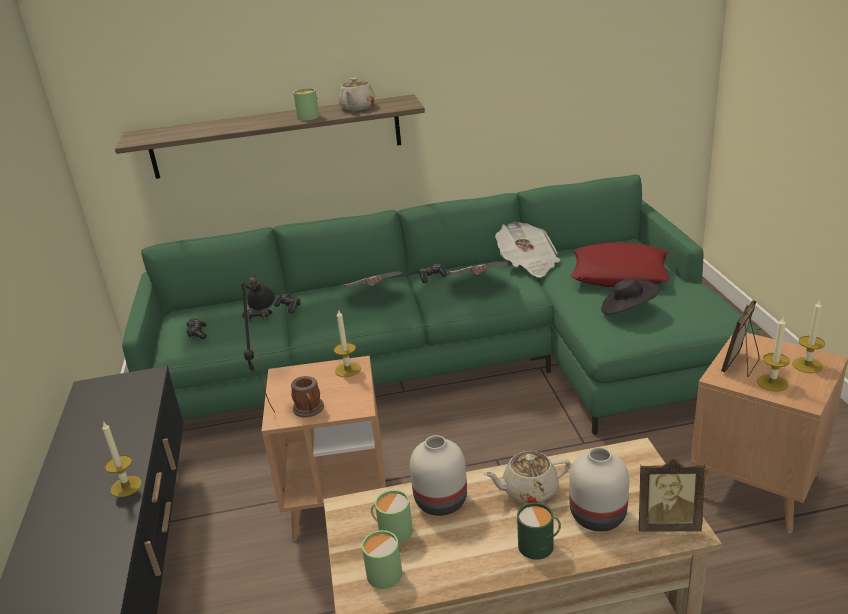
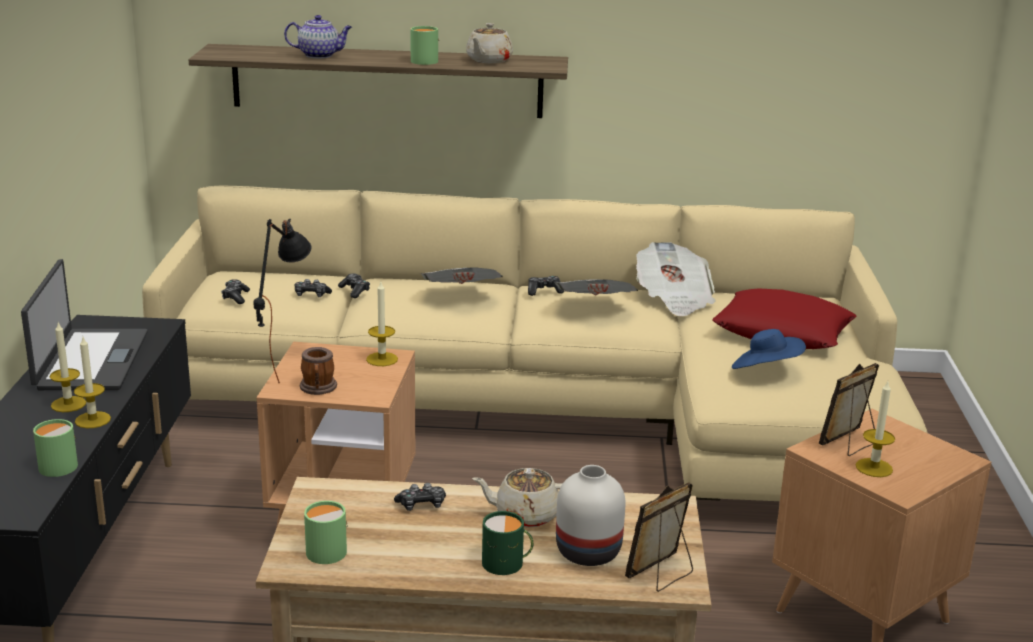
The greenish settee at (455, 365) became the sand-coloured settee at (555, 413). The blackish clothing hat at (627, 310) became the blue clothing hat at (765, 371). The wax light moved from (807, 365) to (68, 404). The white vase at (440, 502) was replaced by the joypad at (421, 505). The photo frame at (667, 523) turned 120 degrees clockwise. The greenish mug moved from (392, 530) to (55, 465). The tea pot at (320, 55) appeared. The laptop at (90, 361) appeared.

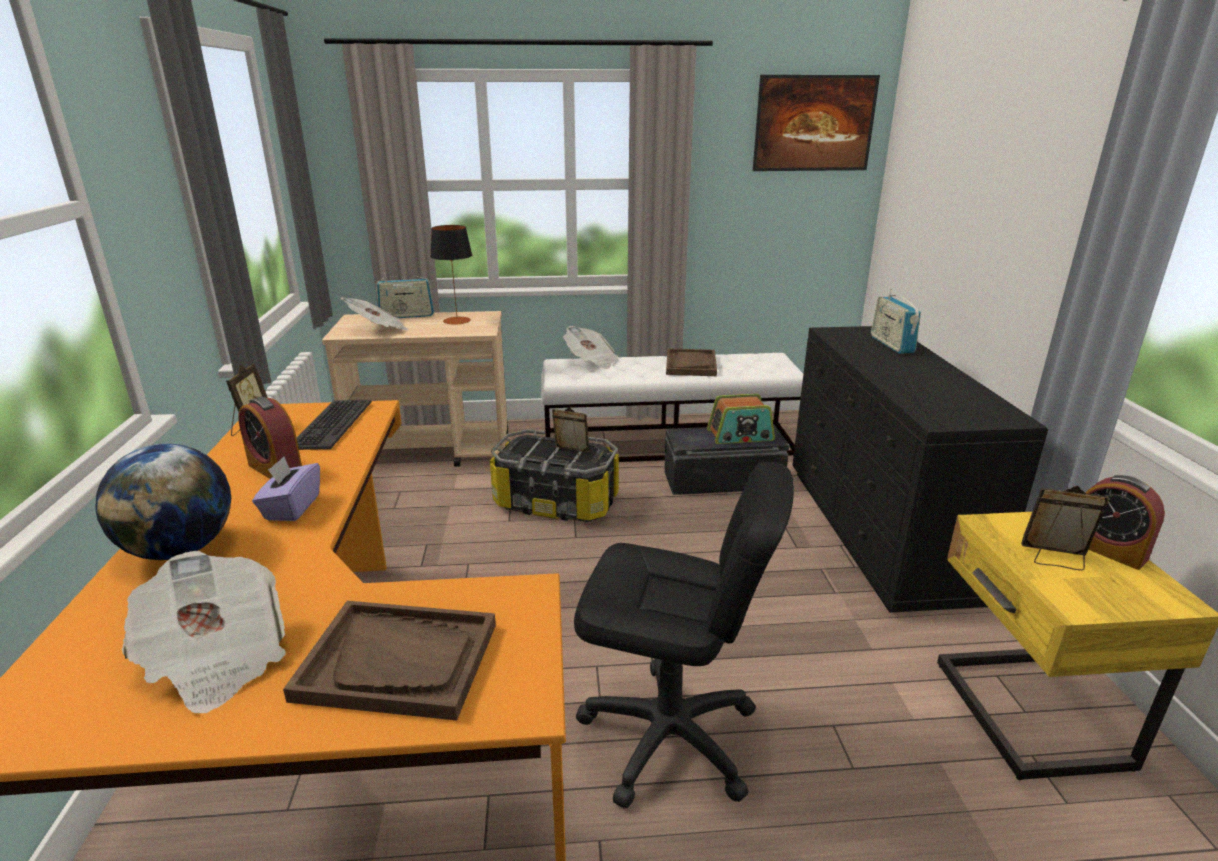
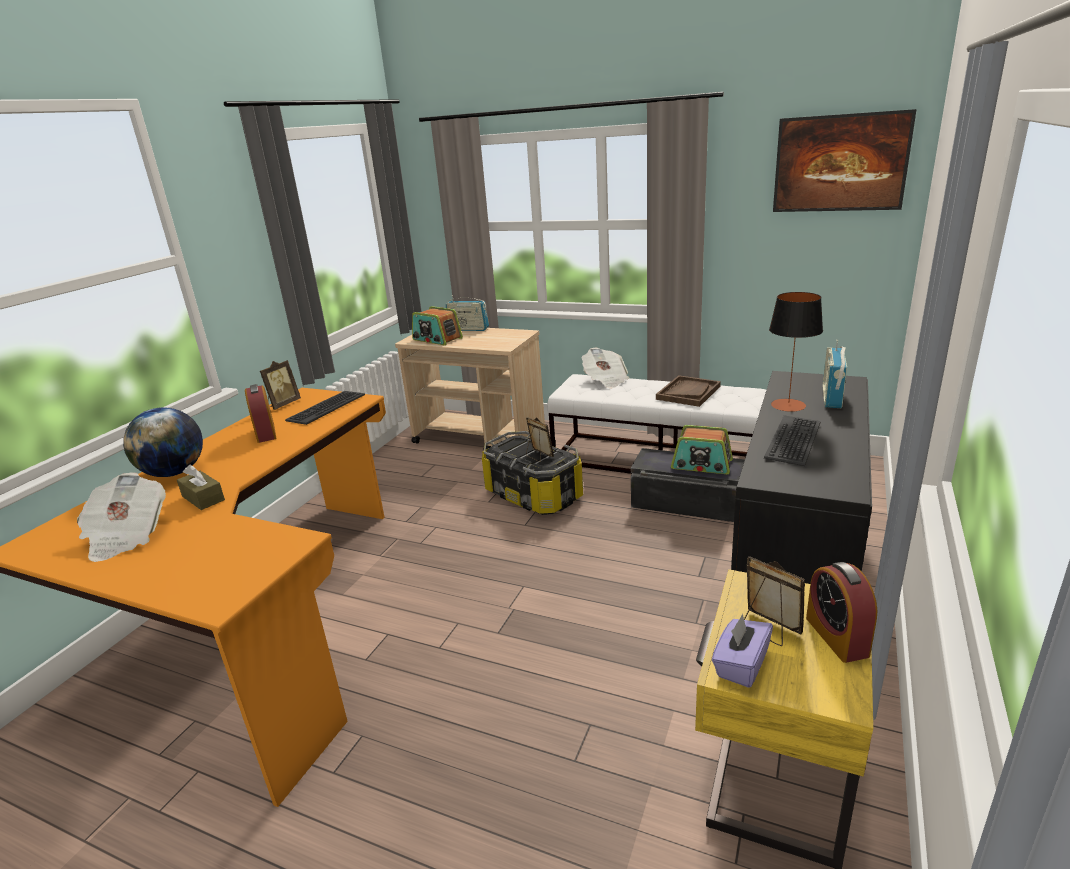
The tabletop lamp moved from (457, 320) to (788, 405). The daily paper at (378, 330) was replaced by the radio set at (437, 339). The purple box of tissues moved from (292, 507) to (740, 665). The blackish office chair at (669, 737) disappeared. The brown-coloured tray at (398, 661) disappeared. The computer keyboard at (794, 440) appeared. The brown-coloured box of tissues at (203, 498) appeared.

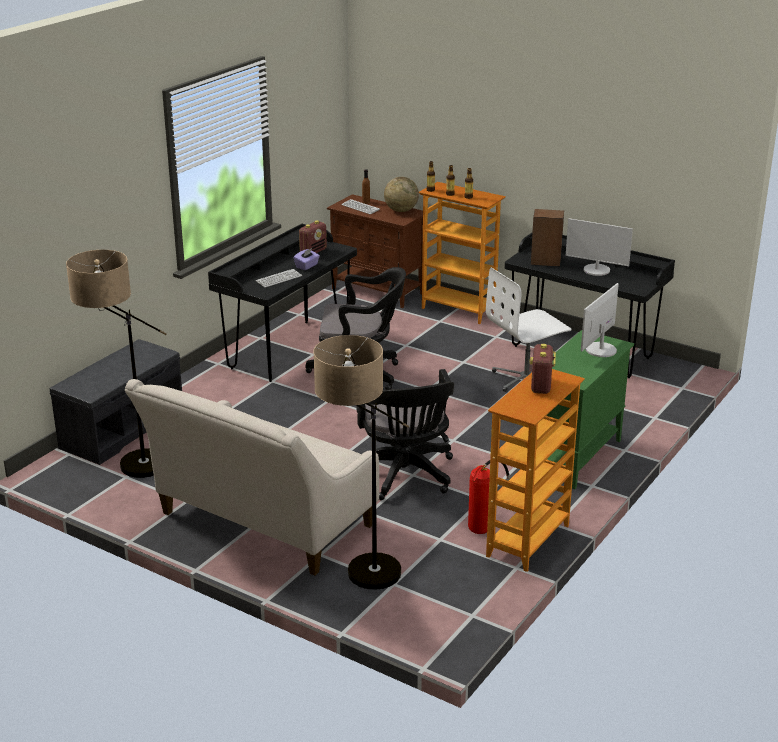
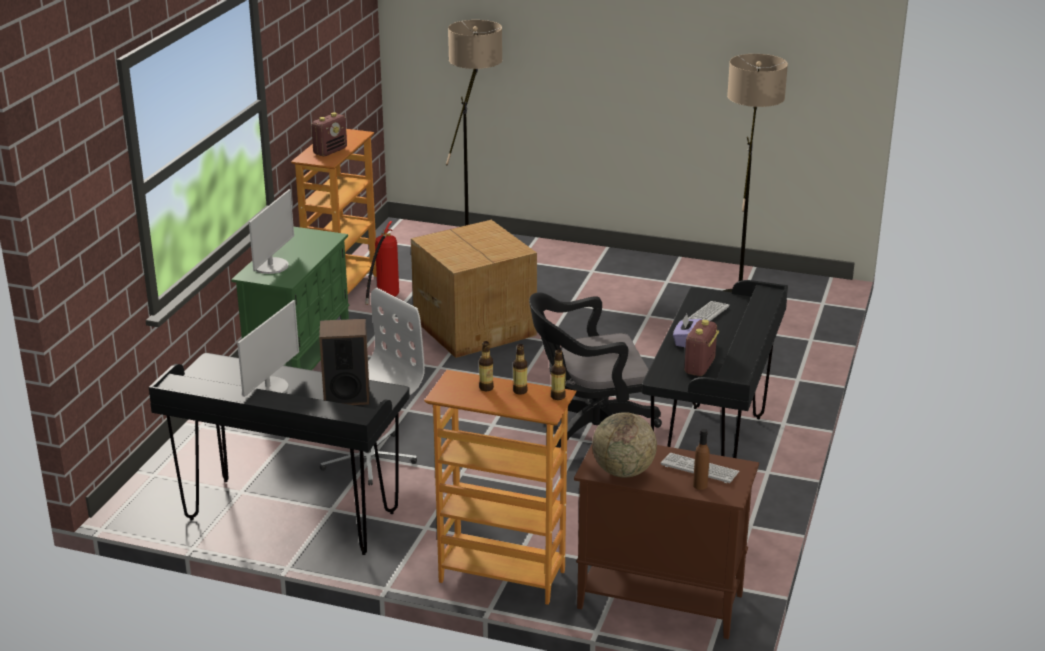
The computer display at (596, 270) turned 105 degrees clockwise. The gray long seat at (122, 428) disappeared. The radio set at (541, 386) turned 45 degrees clockwise. The blackish office chair at (405, 476) was replaced by the carton at (475, 326). The sand-coloured settee at (260, 525) disappeared.

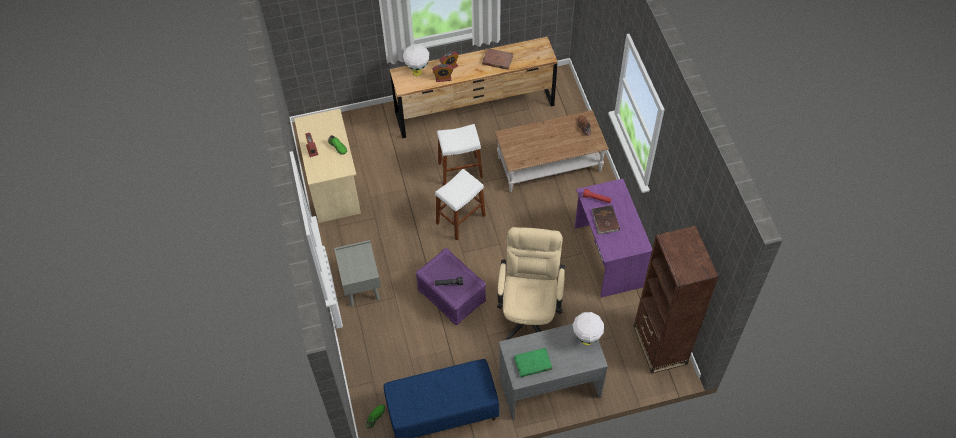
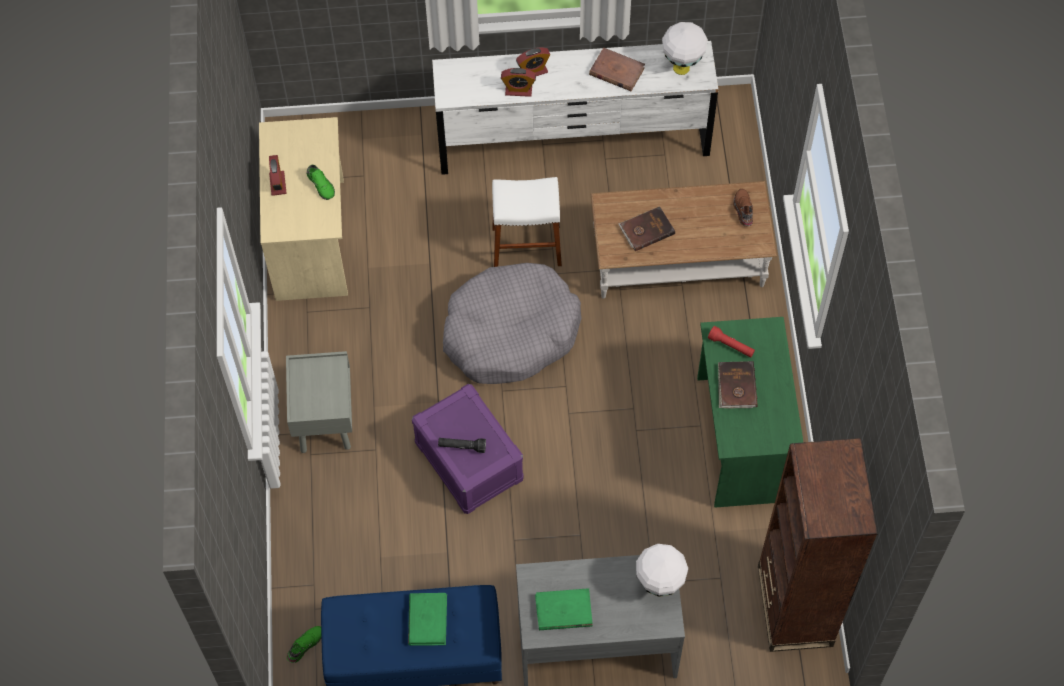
The brown-coloured dresser at (474, 109) became the white dresser at (573, 142). The white tabletop lamp moved from (417, 72) to (682, 67). The white sitting stool at (460, 219) was replaced by the gray pet bed at (510, 332). The purple desk table at (607, 257) became the greenish desk table at (741, 439). The sand-coloured office chair at (529, 312) disappeared. The brown-coloured book at (646, 229) appeared. The greenish book at (427, 620) appeared.

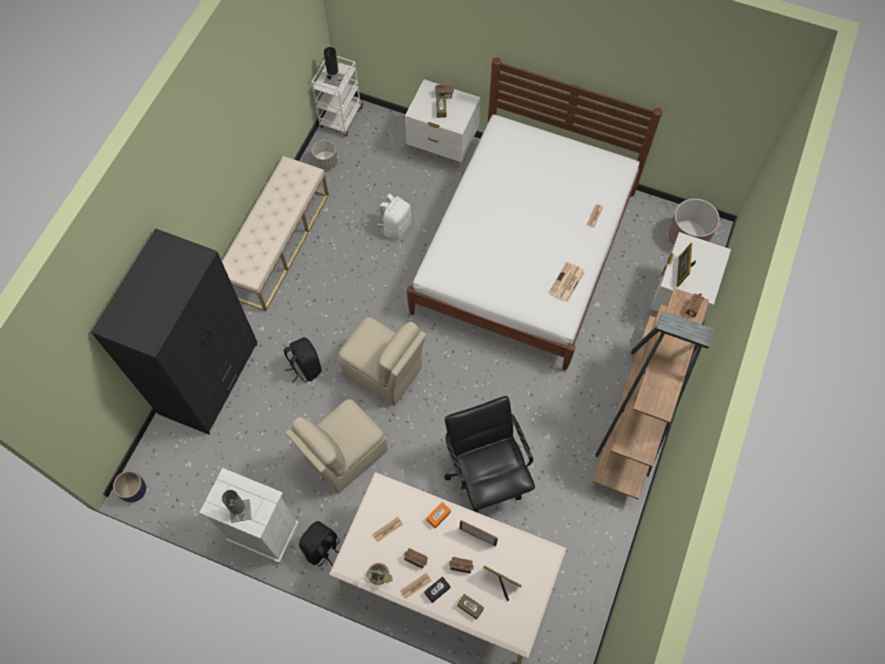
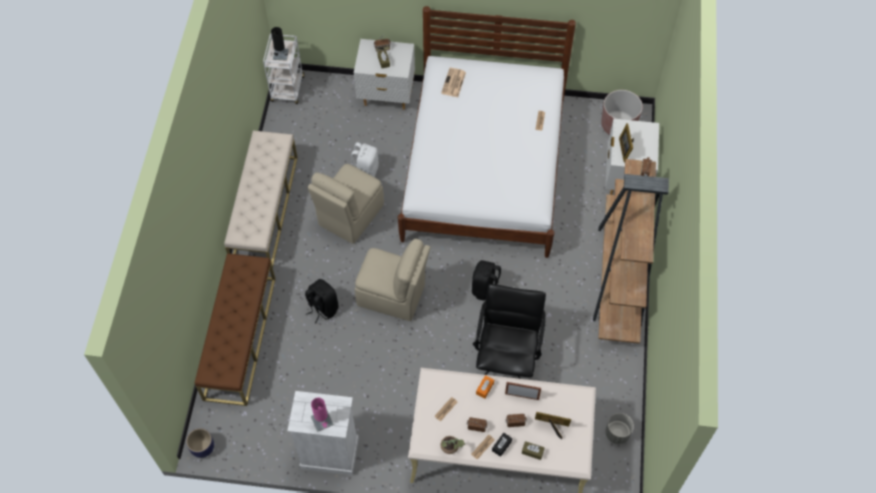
The gray plant pot moved from (326, 162) to (617, 433). The blackish clothes cupboard at (209, 378) was replaced by the brown-coloured long seat at (240, 337). The daily paper moved from (566, 282) to (453, 83). The blackish office chair at (486, 475) turned 45 degrees clockwise. The sand-coloured upright chair moved from (344, 455) to (350, 216). The gray tabletop lamp at (240, 511) became the pink-coloured tabletop lamp at (322, 420). The blackish knapsack moved from (322, 549) to (485, 289).

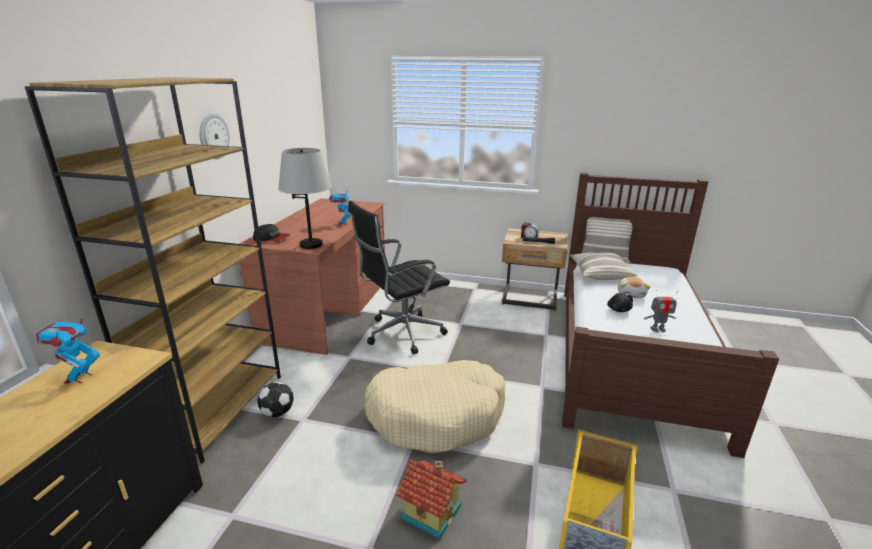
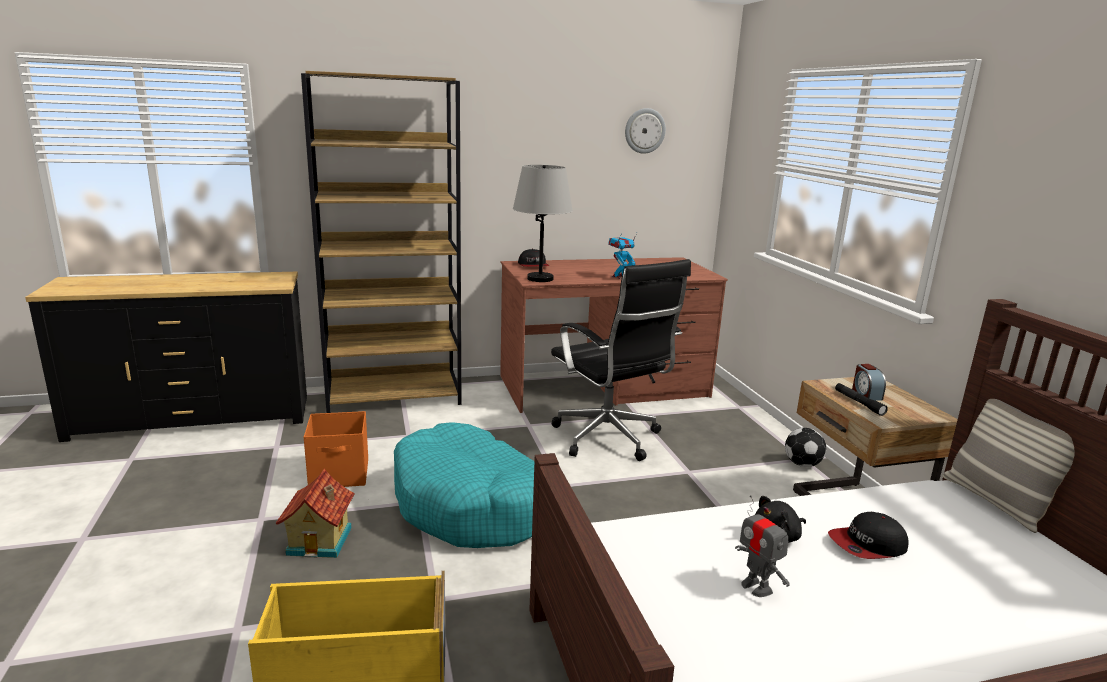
The wall clock moved from (213, 136) to (644, 131). The blackish office chair at (401, 334) turned 150 degrees counterclockwise. The cushion at (599, 274) disappeared. The soft toy at (631, 294) was replaced by the cap at (867, 545). The robot figure at (79, 378) disappeared. The sand-coloured pet bed at (437, 415) became the turquoise-coloured pet bed at (473, 505). The football ball moved from (278, 412) to (803, 464). The orange storage container at (340, 474) appeared.

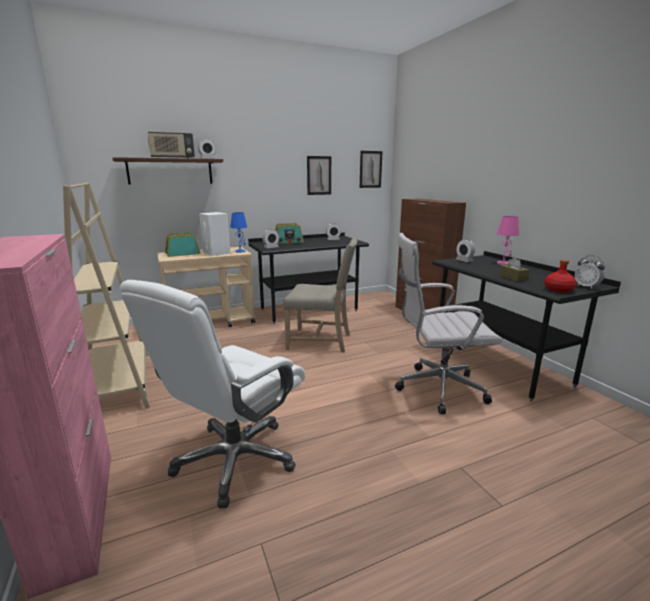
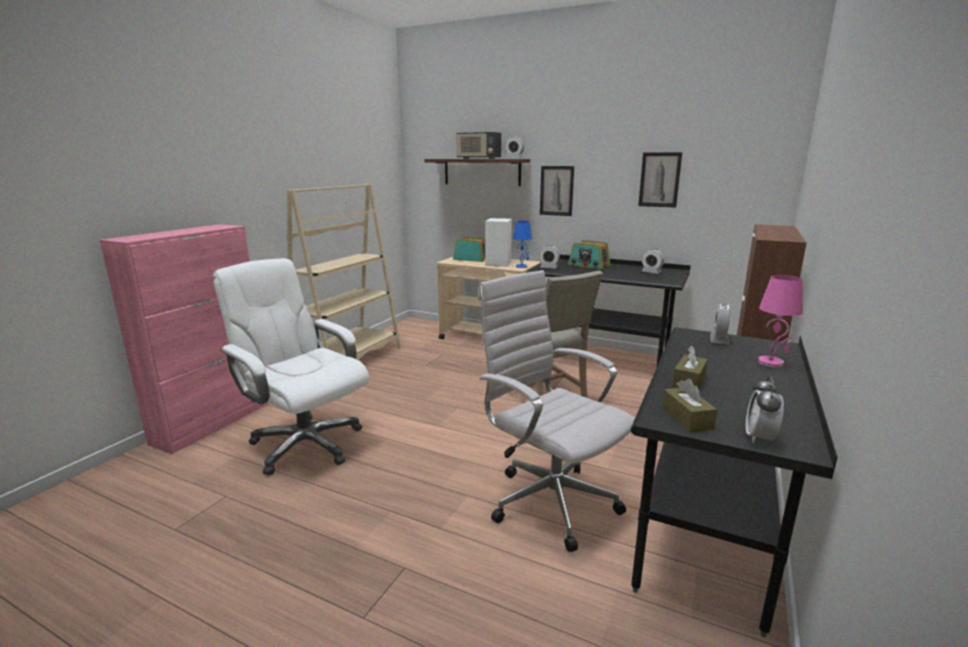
The wall art moved from (370, 169) to (556, 191). The red-coloured drink bottle at (559, 289) was replaced by the brown-coloured box of tissues at (687, 418). The white office chair at (234, 459) turned 45 degrees clockwise.

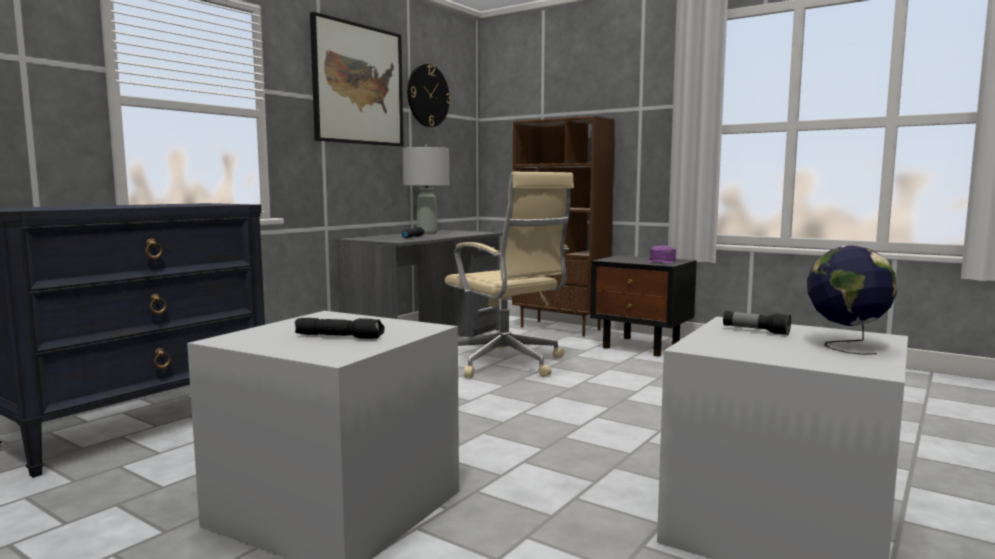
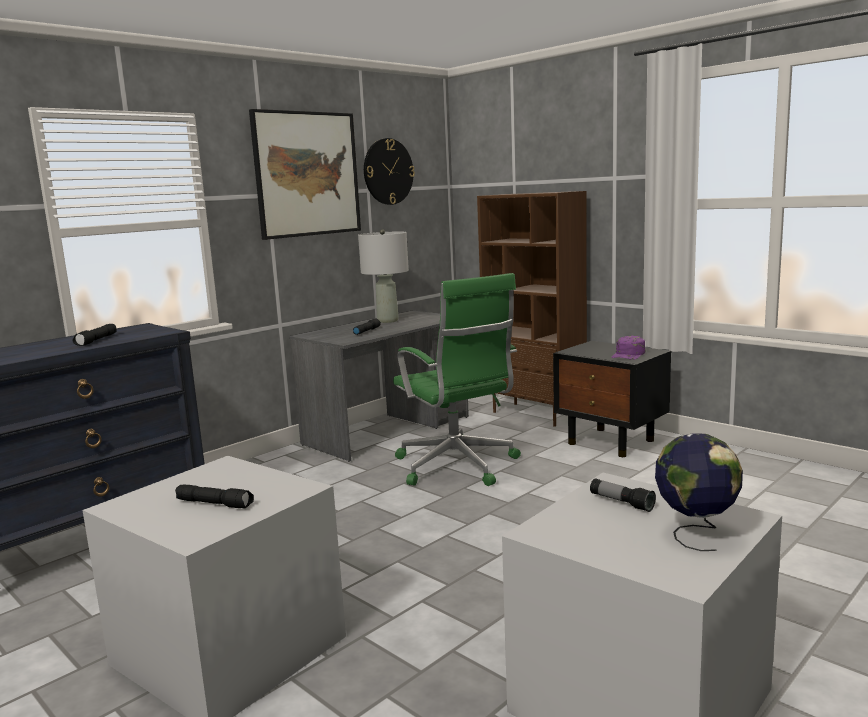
The sand-coloured office chair at (507, 364) became the greenish office chair at (457, 466). The blackish torch at (97, 340) appeared.

